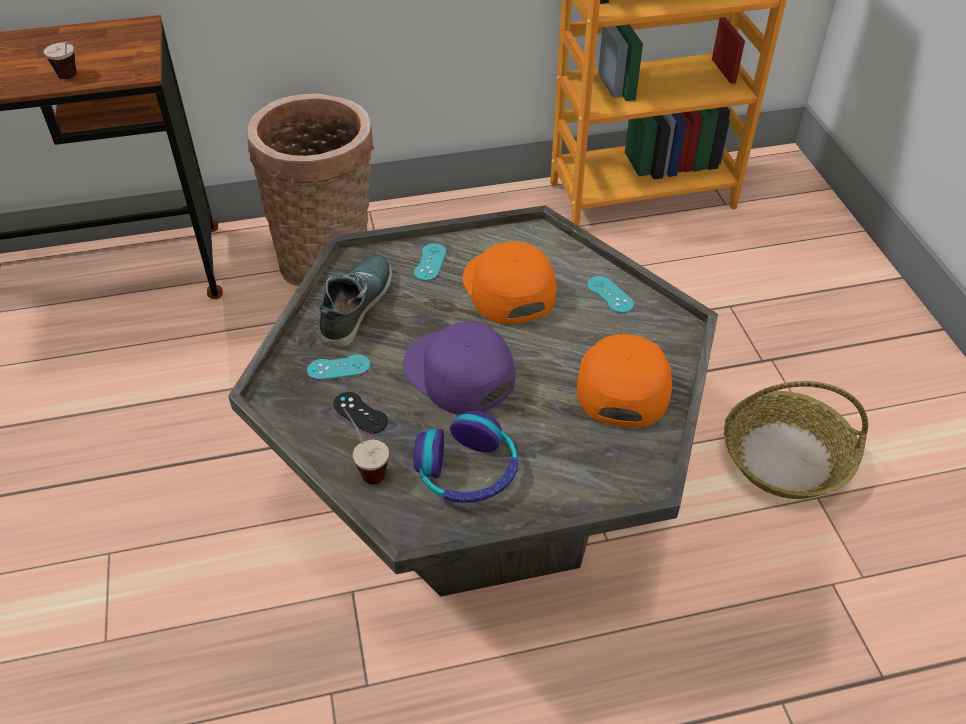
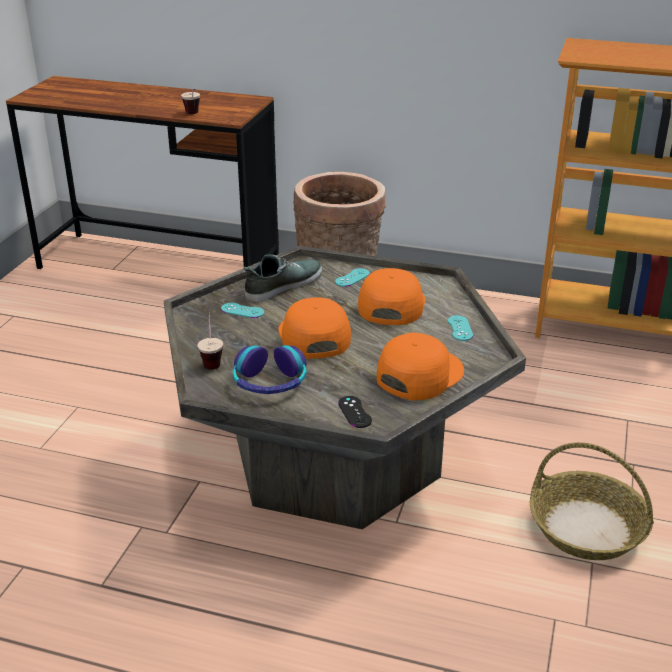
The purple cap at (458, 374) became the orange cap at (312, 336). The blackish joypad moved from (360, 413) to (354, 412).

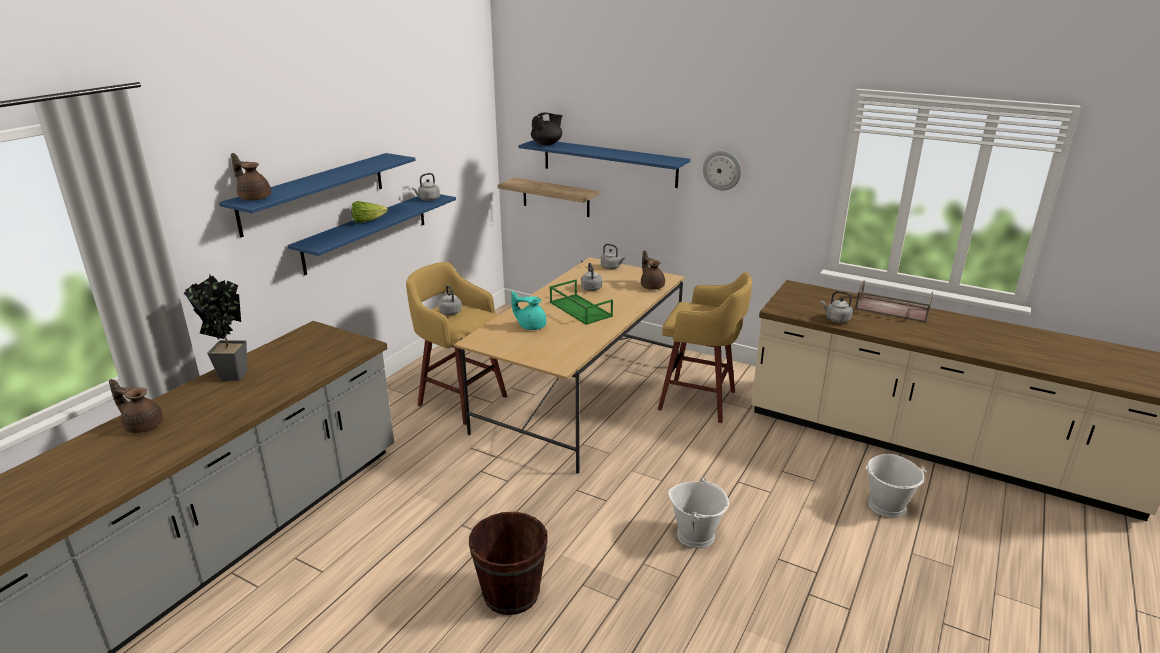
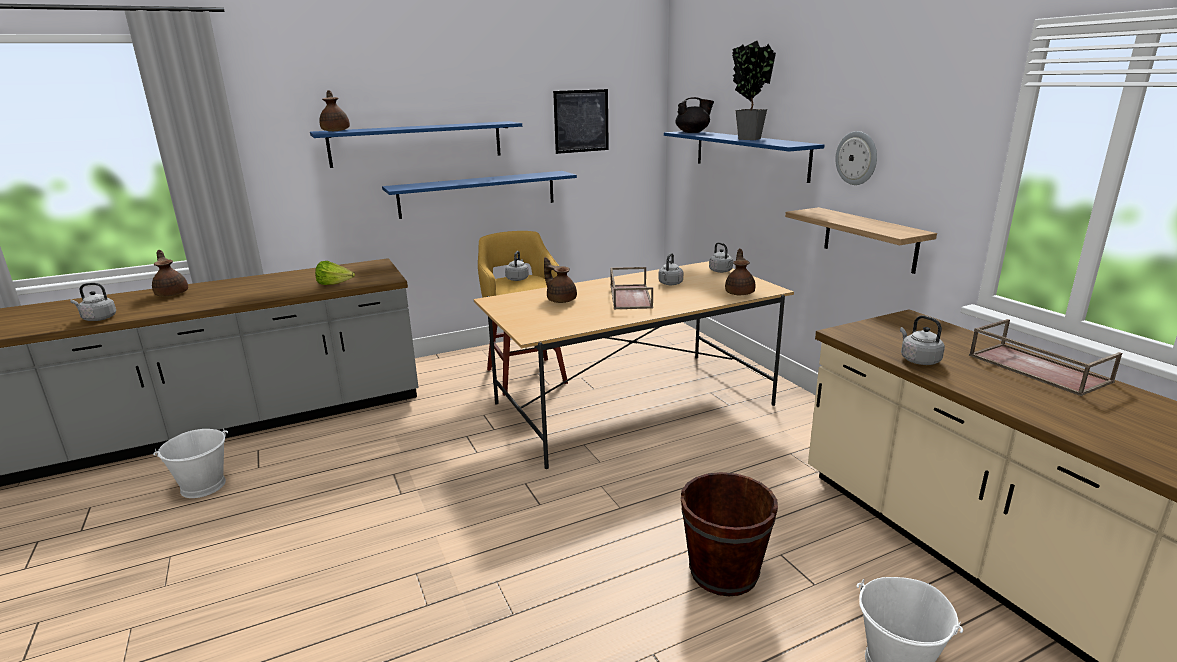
The gray water kettle moved from (428, 199) to (98, 318). The shelf moved from (556, 197) to (869, 239). The lettuce moved from (367, 221) to (335, 284). The yellow-coloured sitting stool at (700, 401) disappeared. The houseplant moved from (230, 374) to (746, 138). The greenish tray at (579, 309) became the brown-coloured tray at (629, 296). The turquoise-coloured tea pot at (531, 326) became the brown-coloured tea pot at (560, 300). The white bucket moved from (696, 535) to (204, 486). The brown-coloured bucket moved from (511, 593) to (723, 572). The wall art at (581, 121) appeared.

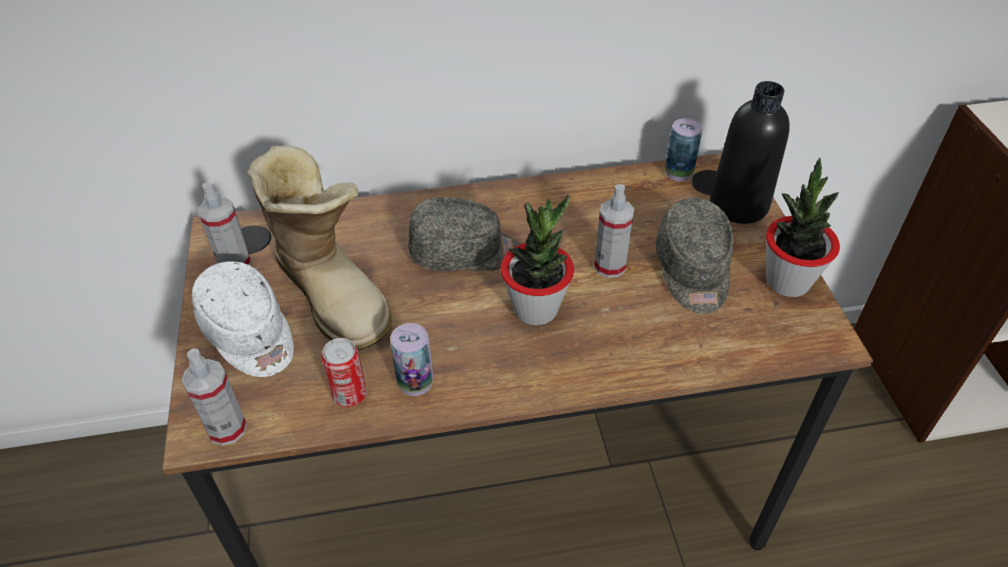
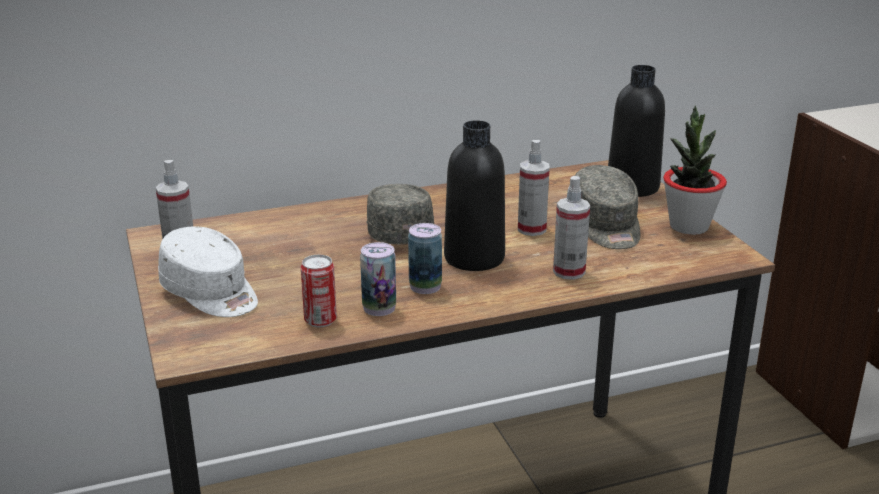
The sealed can moved from (678, 172) to (425, 286). The high-top boot at (334, 291) disappeared. The houseplant at (536, 309) was replaced by the blackish drink bottle at (474, 258). The gray cap at (465, 252) turned 90 degrees counterclockwise. The sprayer moved from (227, 429) to (569, 272).

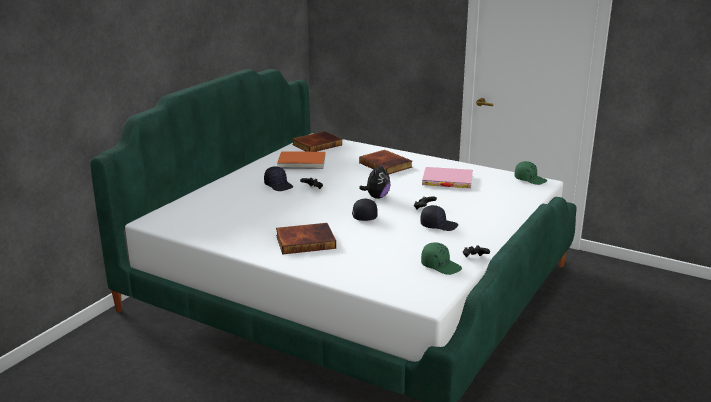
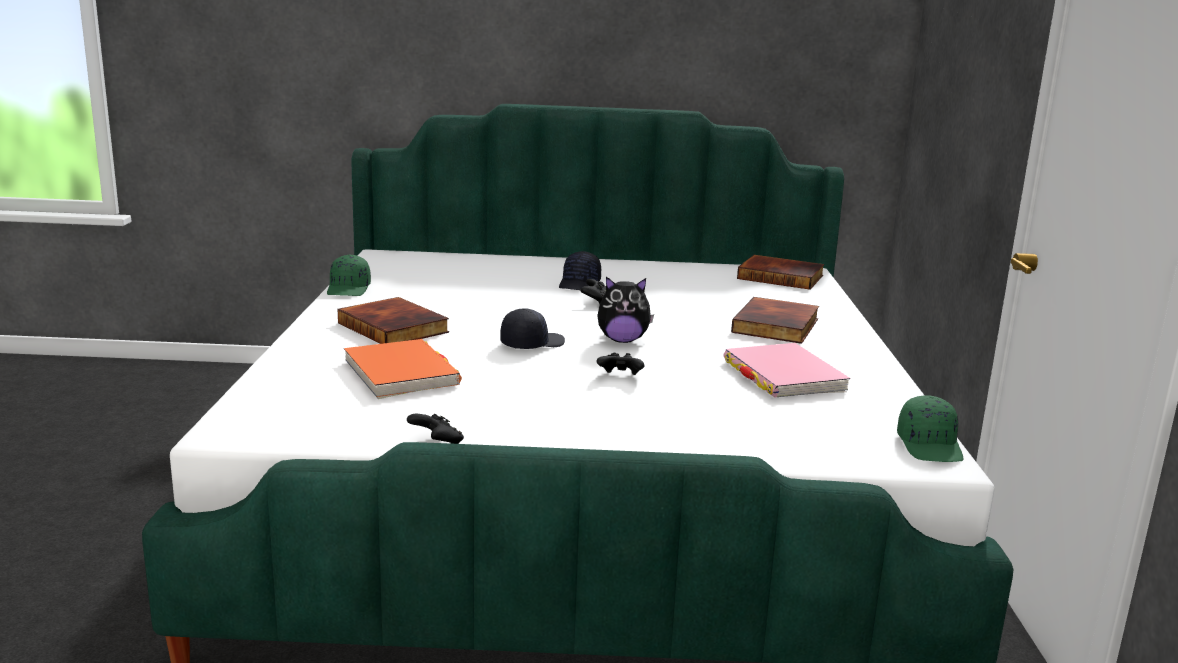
The orange book moved from (302, 162) to (401, 374). The blackish cap at (438, 225) disappeared. The greenish cap moved from (441, 266) to (349, 289).

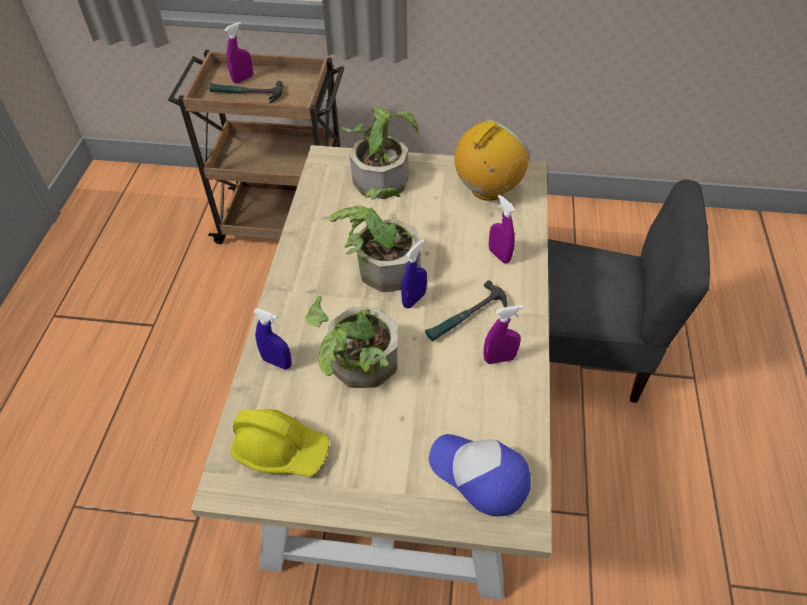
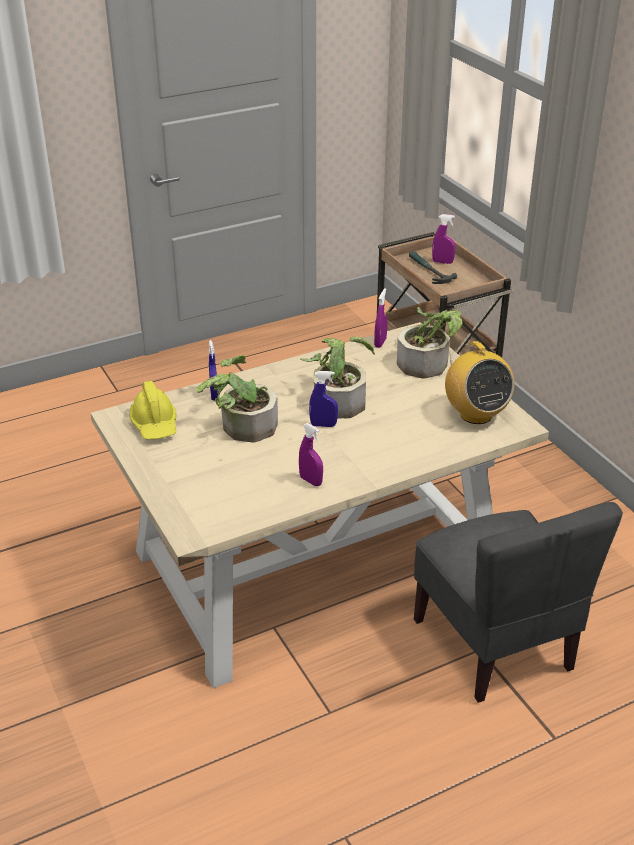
The radio set at (487, 189) turned 60 degrees clockwise. The purple sprayer moved from (499, 255) to (380, 343). The tool hammer at (467, 318) disappeared. The cap at (479, 475) disappeared.

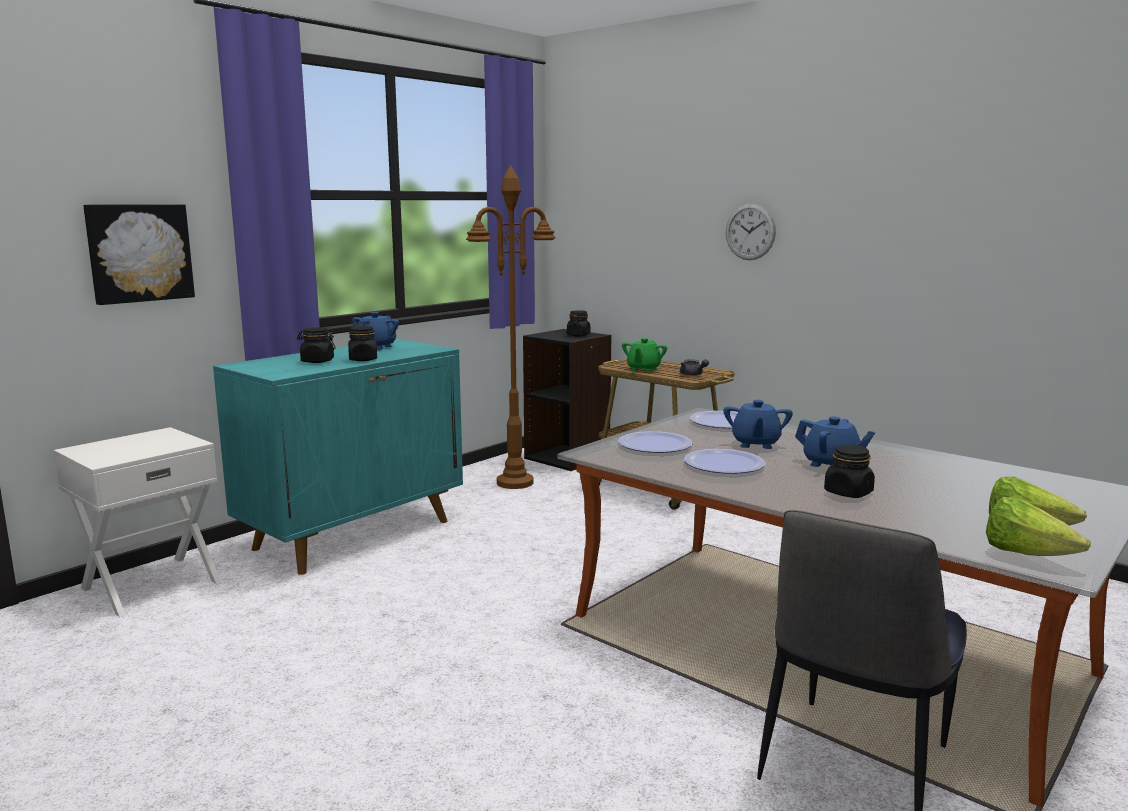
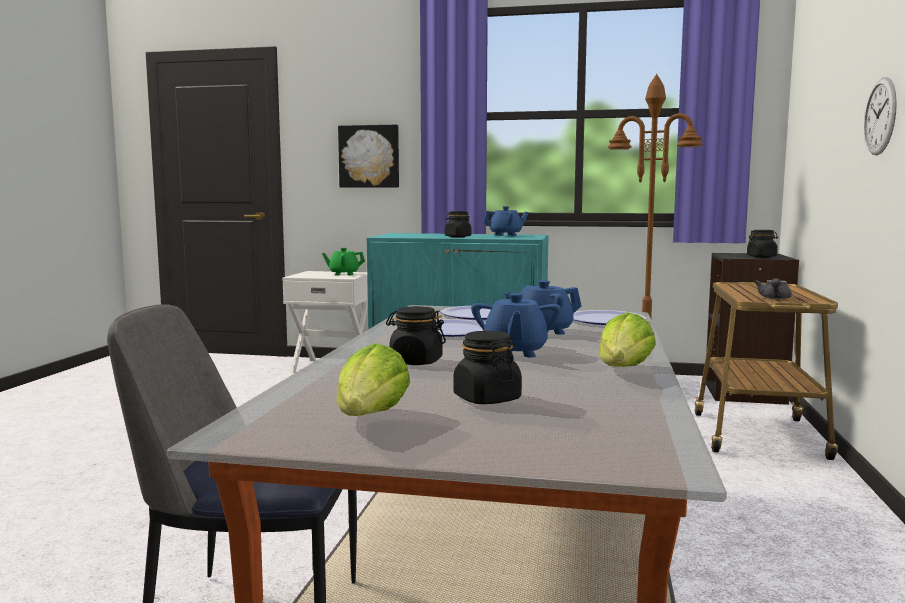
The blackish jar moved from (317, 361) to (486, 398). The greenish tea pot moved from (643, 369) to (343, 274). The lettuce moved from (1026, 555) to (623, 370).

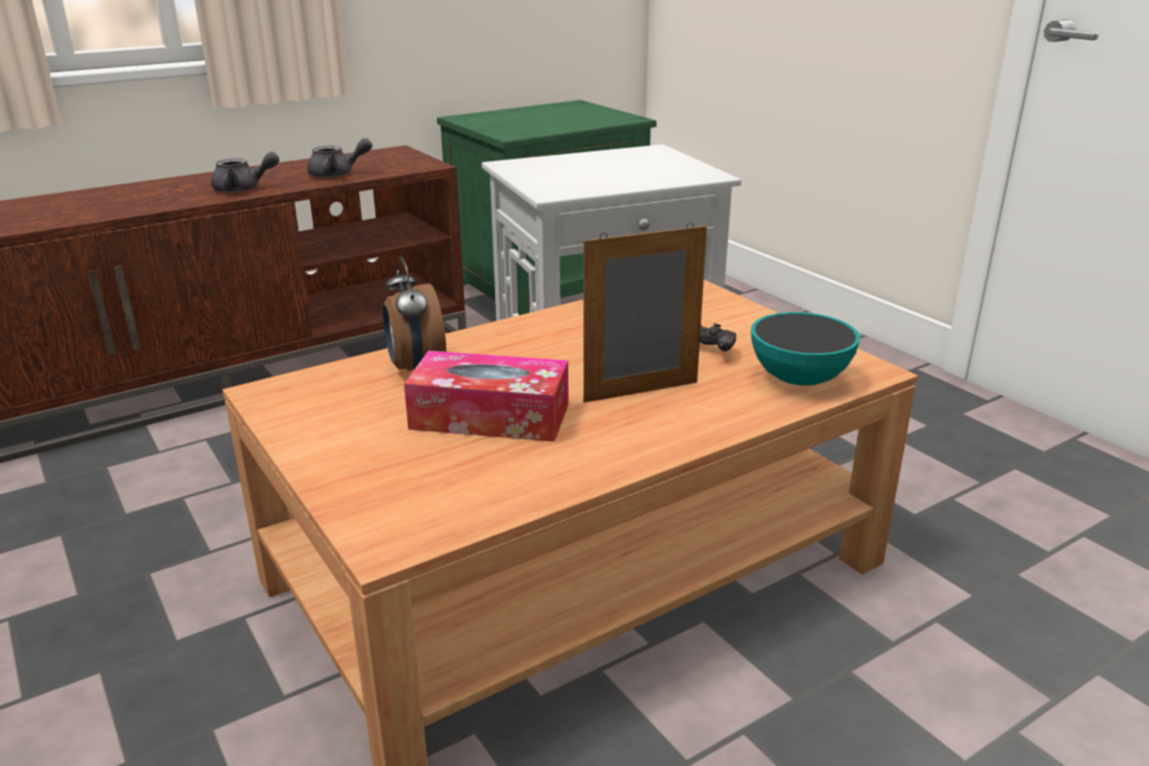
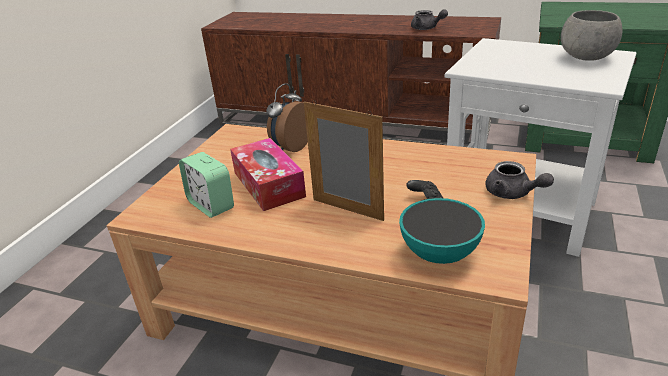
The gray tea pot moved from (243, 189) to (512, 194). The gray deep dish at (587, 58) appeared. The alarm clock at (211, 205) appeared.

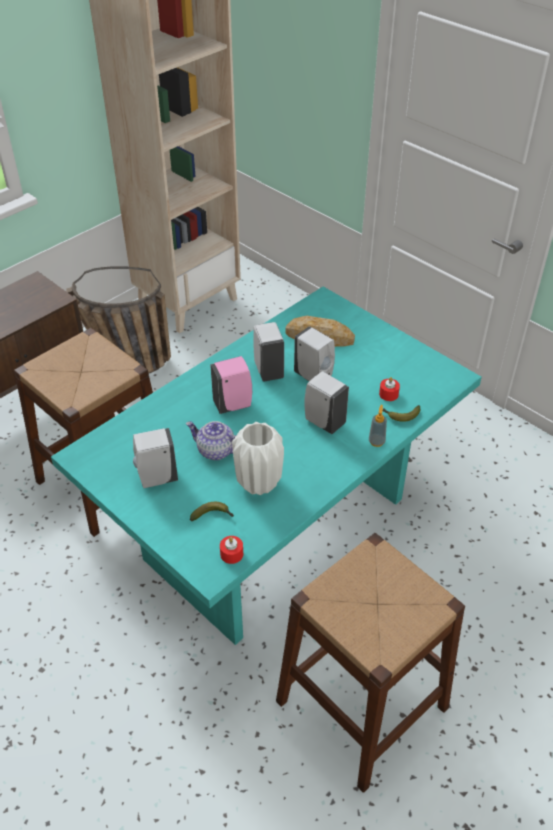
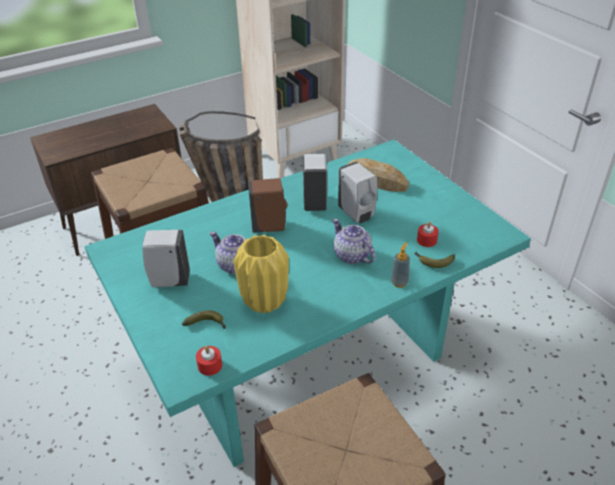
The pink-coloured liquid soap bottle at (234, 404) became the brown-coloured liquid soap bottle at (270, 227). The white liquid soap bottle at (323, 421) was replaced by the tea pot at (351, 255). The white vase at (259, 483) became the yellow-coloured vase at (265, 302).

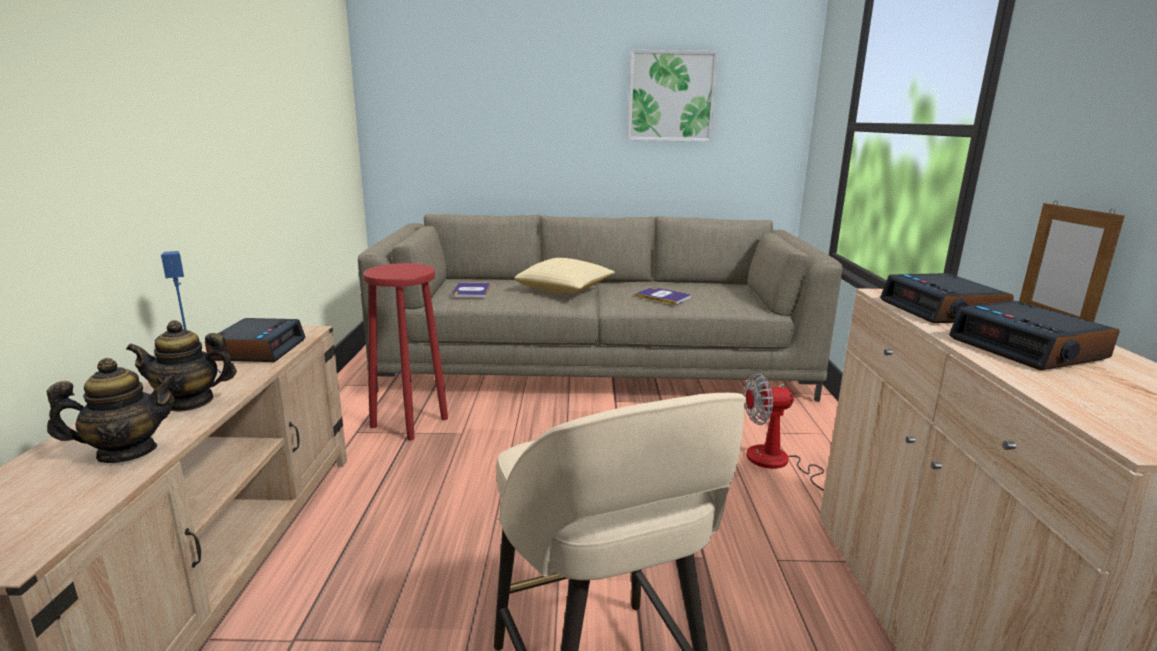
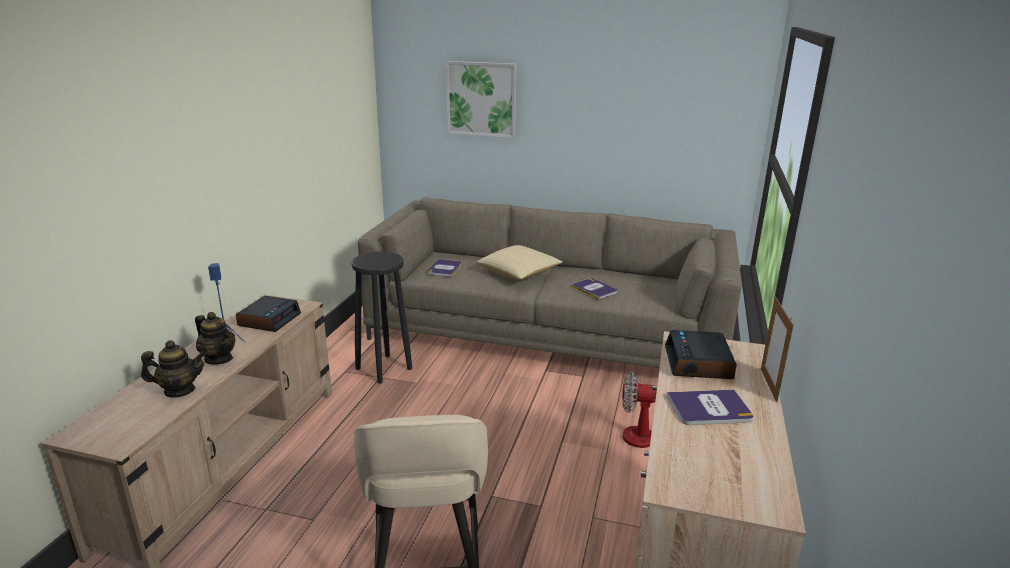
The wall art moved from (671, 96) to (481, 99). The red-coloured sitting stool at (410, 422) became the blackish sitting stool at (384, 368). The alarm clock at (1028, 349) was replaced by the book at (709, 408). The tea pot at (189, 402) turned 150 degrees counterclockwise.

